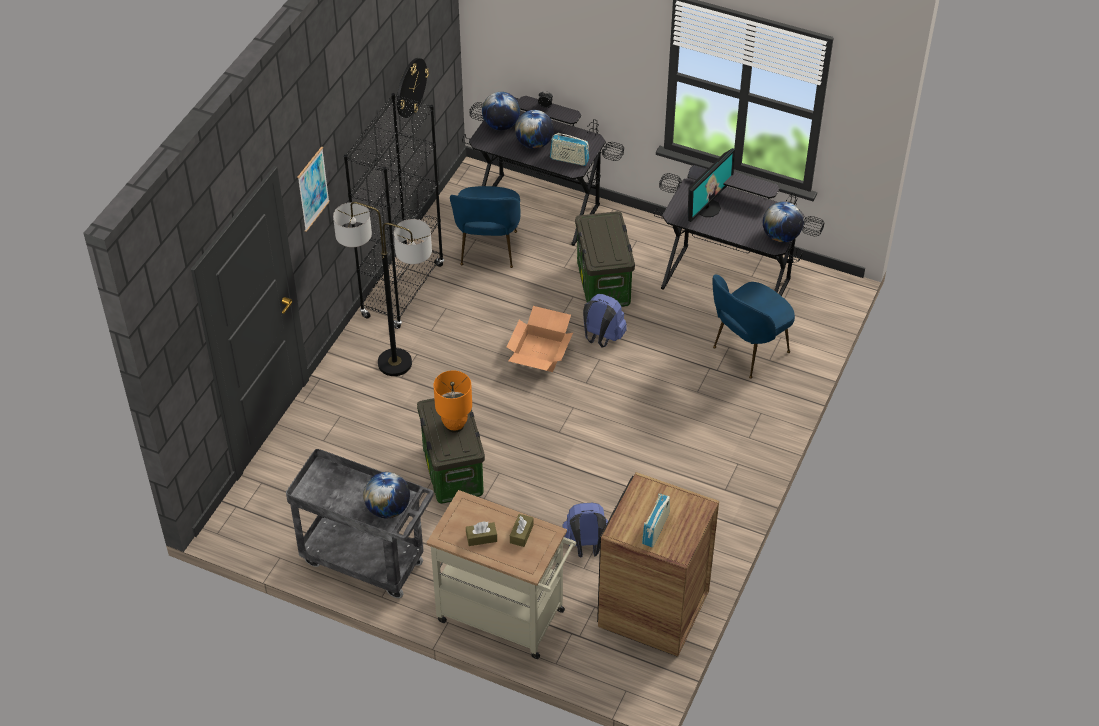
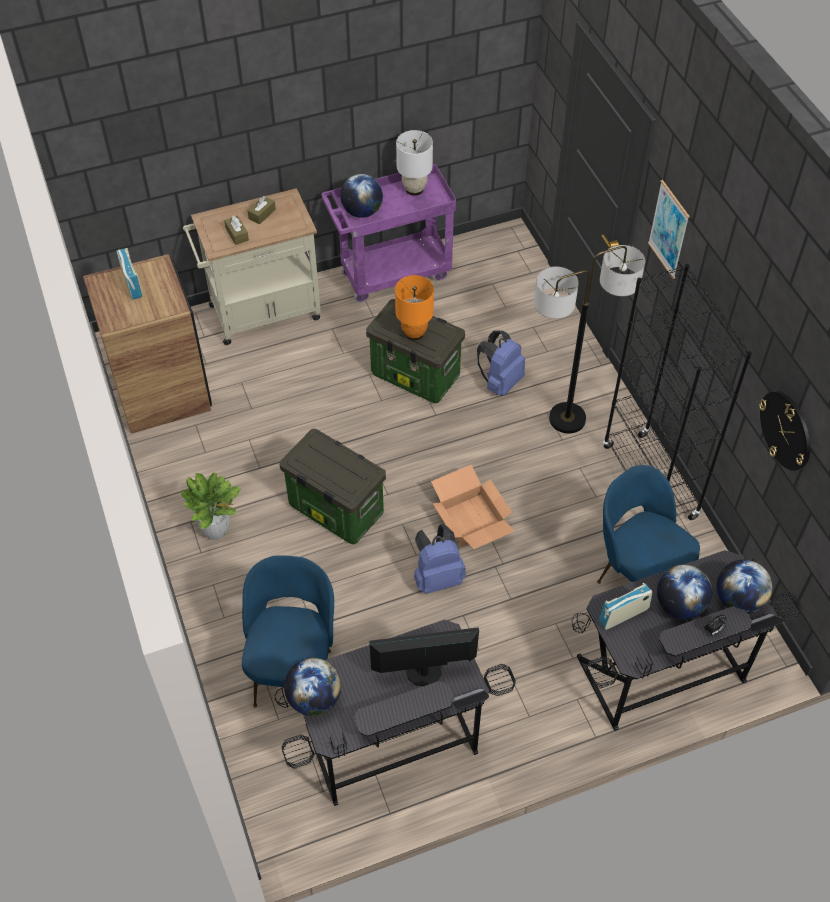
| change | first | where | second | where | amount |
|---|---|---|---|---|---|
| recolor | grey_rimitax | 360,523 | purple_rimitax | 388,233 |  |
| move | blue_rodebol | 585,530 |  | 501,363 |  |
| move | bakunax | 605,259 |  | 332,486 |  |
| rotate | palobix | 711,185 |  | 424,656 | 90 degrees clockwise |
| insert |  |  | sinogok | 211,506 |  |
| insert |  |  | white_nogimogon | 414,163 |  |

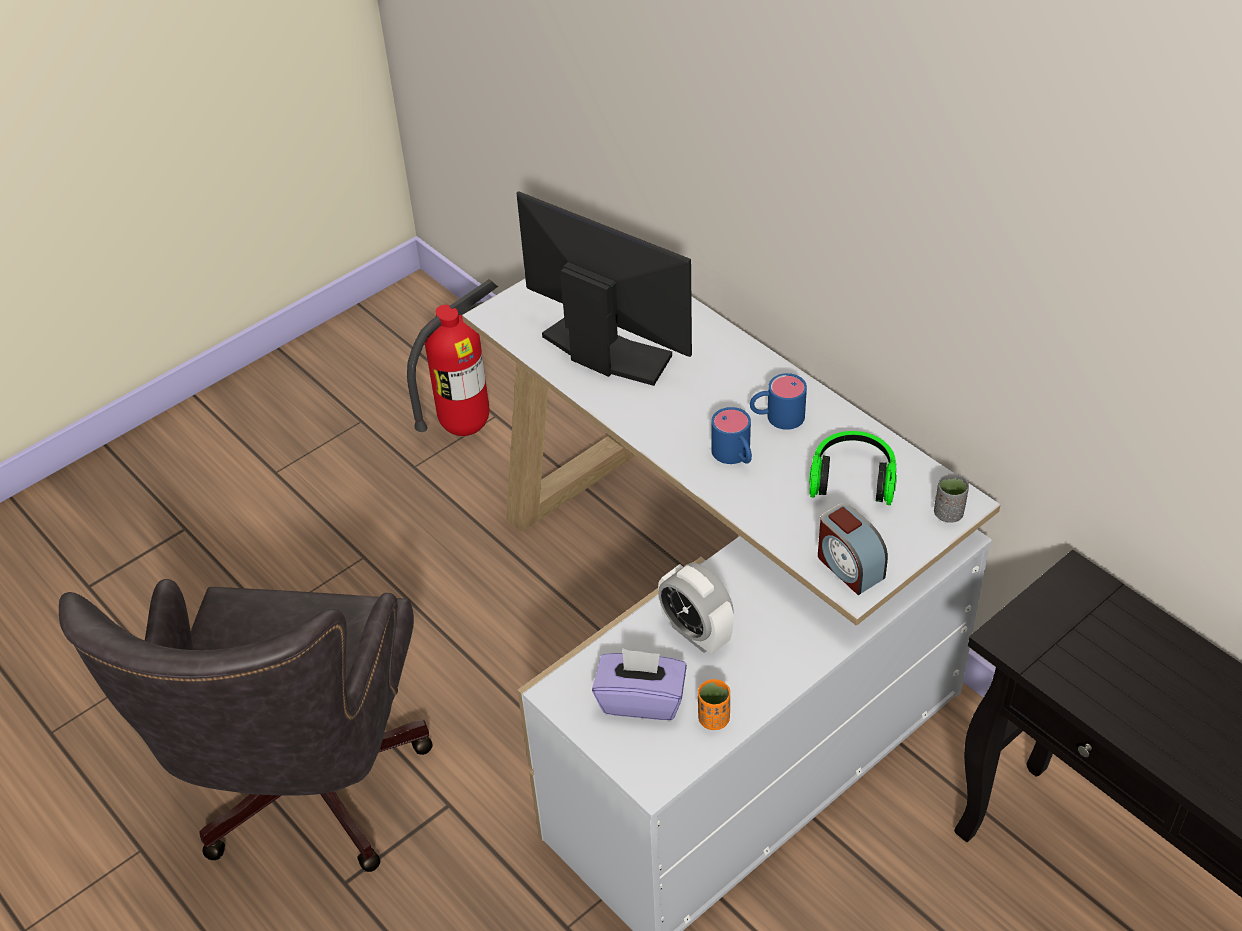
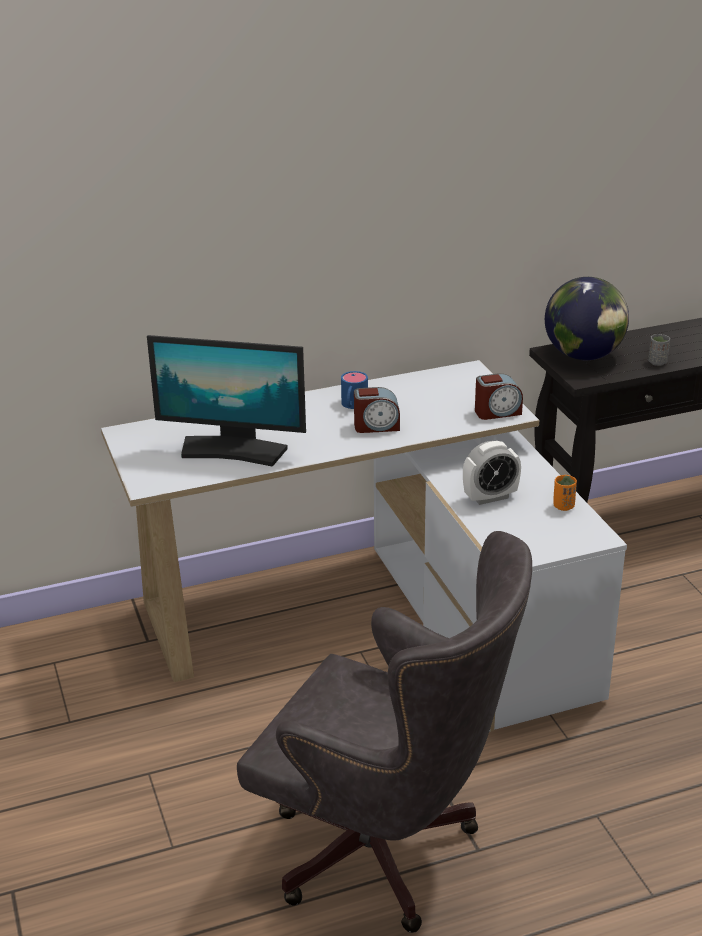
| change | first | where | second | where | amount |
|---|---|---|---|---|---|
| delete | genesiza | 452,357 |  |  |  |
| rotate | palobix | 604,288 |  | 226,401 | 135 degrees counterclockwise |
| delete | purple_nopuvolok | 639,684 |  |  |  |
| replace | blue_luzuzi | 731,435 | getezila | 377,410 |  |
| delete | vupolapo | 853,468 |  |  |  |
| move | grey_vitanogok | 951,498 |  | 659,350 |  |
| insert |  |  | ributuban | 587,318 |  |

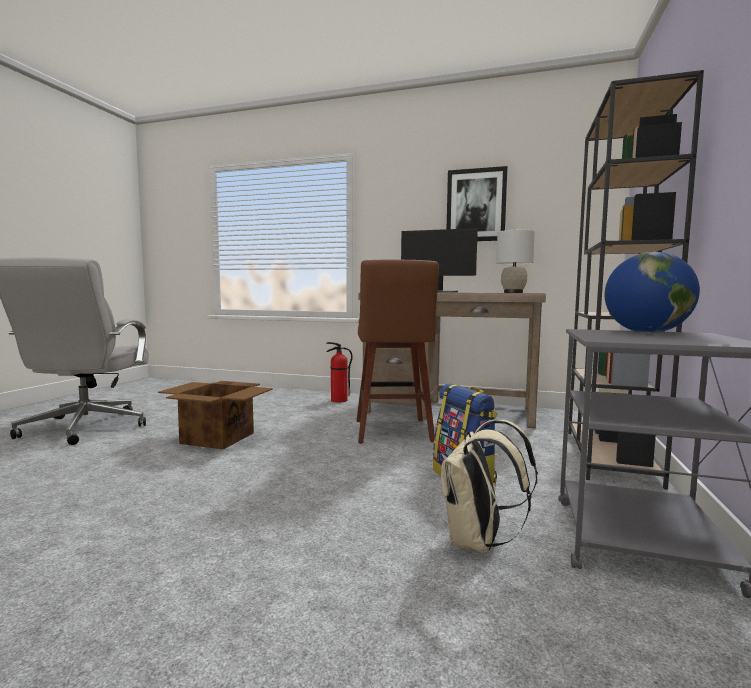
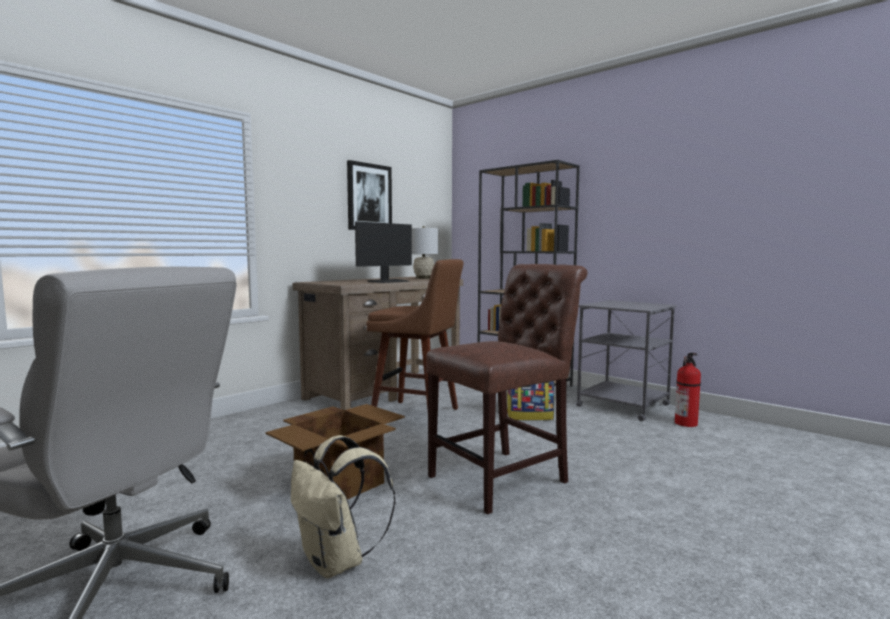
| change | first | where | second | where | amount |
|---|---|---|---|---|---|
| move | genesiza | 339,372 |  | 688,390 |  |
| move | beige_rodebol | 489,486 |  | 343,506 |  |
| delete | ributuban | 652,292 |  |  |  |
| insert |  |  | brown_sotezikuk | 506,389 |  |

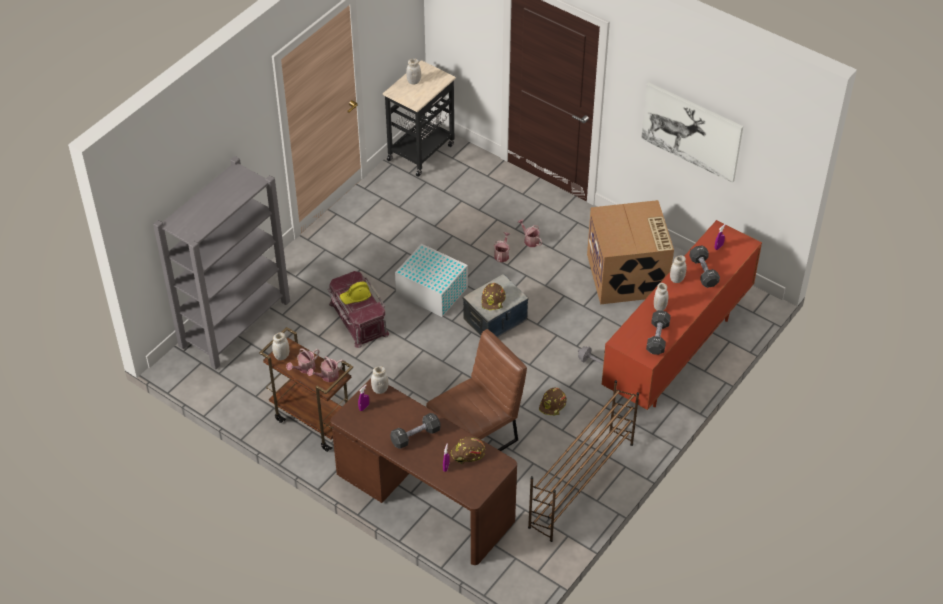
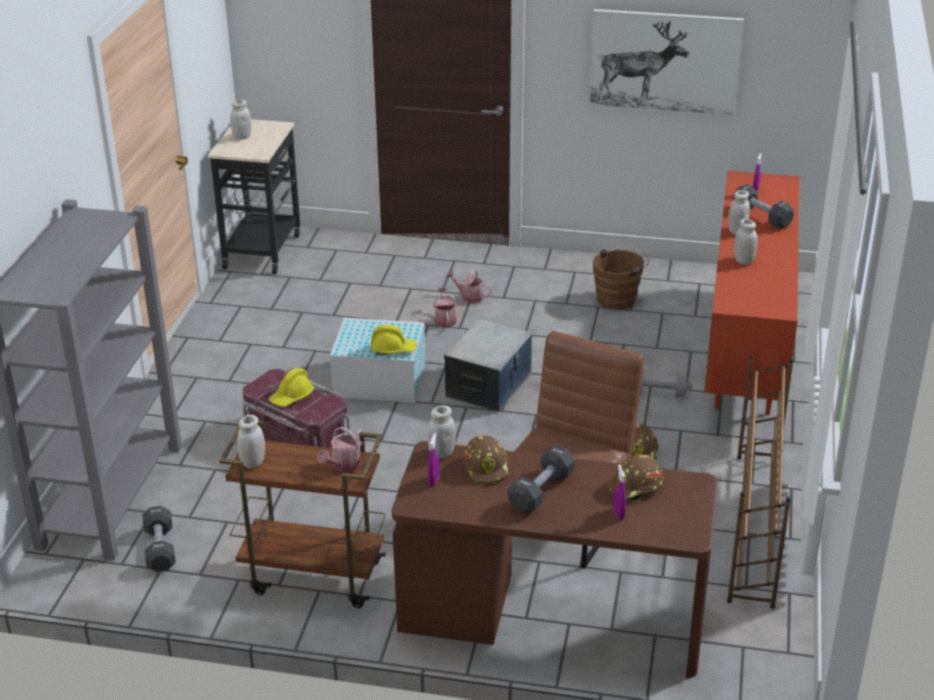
| change | first | where | second | where | amount |
|---|---|---|---|---|---|
| delete | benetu | 303,361 |  |  |  |
| move | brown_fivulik | 494,296 |  | 486,459 |  |
| replace | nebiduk | 630,252 | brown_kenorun | 621,278 |  |
| move | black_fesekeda | 658,332 |  | 159,539 |  |
| insert |  |  | yellow_fivulik | 394,340 |  |

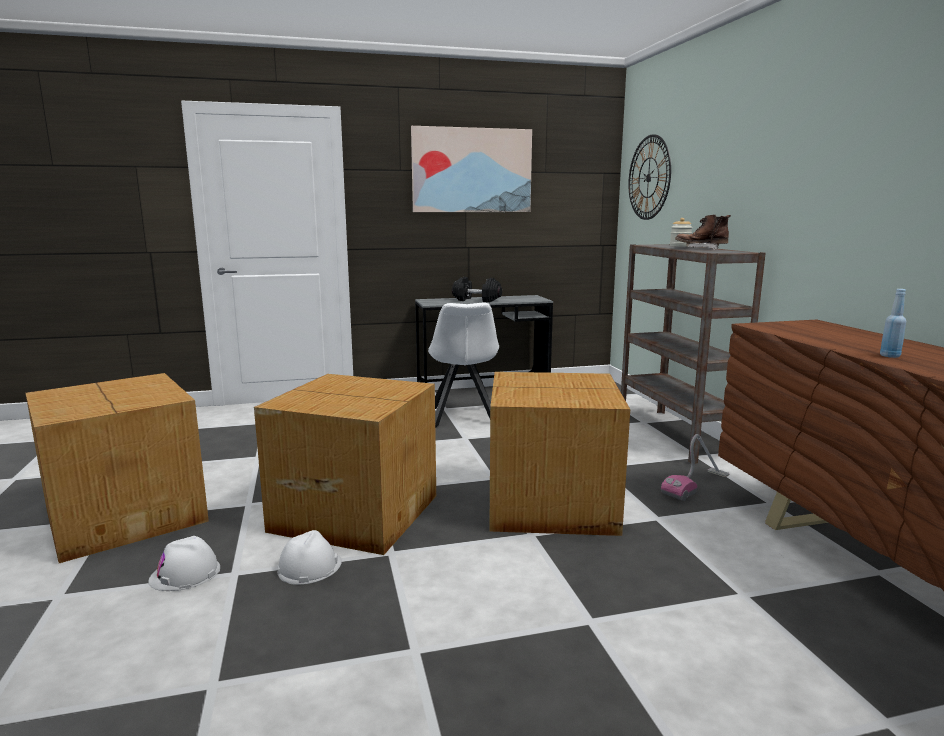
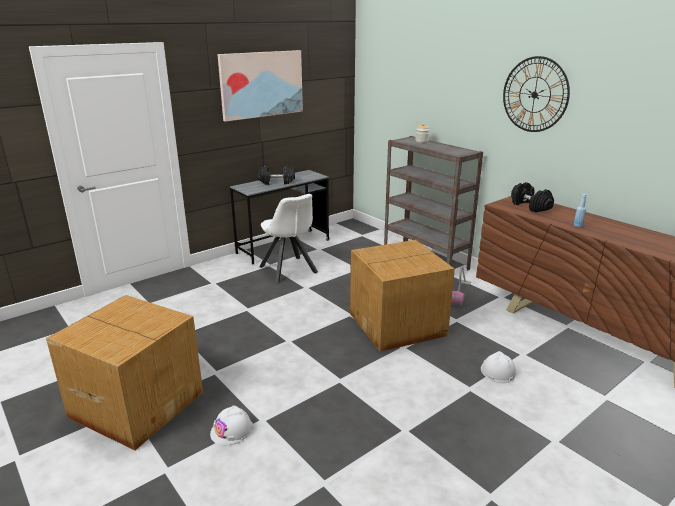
| change | first | where | second | where | amount |
|---|---|---|---|---|---|
| delete | nebiduk | 345,464 |  |  |  |
| move | white_fivulik | 309,557 |  | 498,367 |  |
| move | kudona | 649,177 |  | 536,94 |  |
| delete | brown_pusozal | 703,232 |  |  |  |
| insert |  |  | black_fesekeda | 532,197 |  |

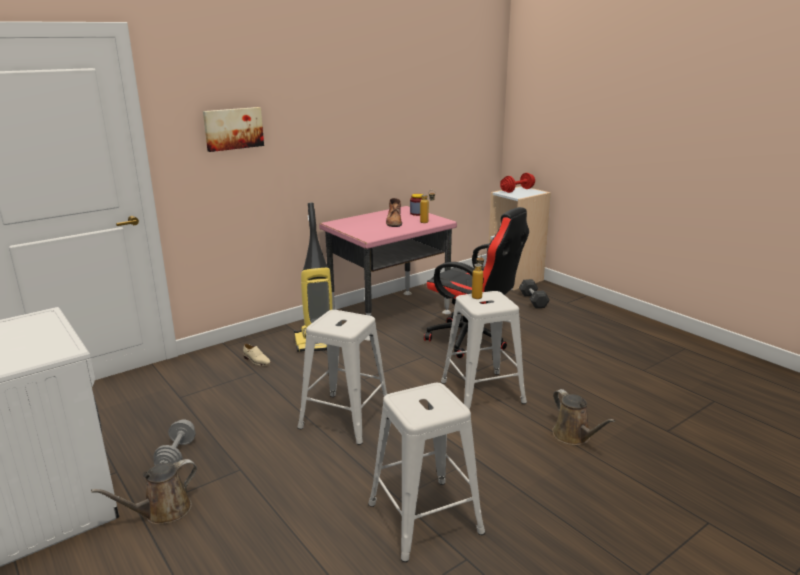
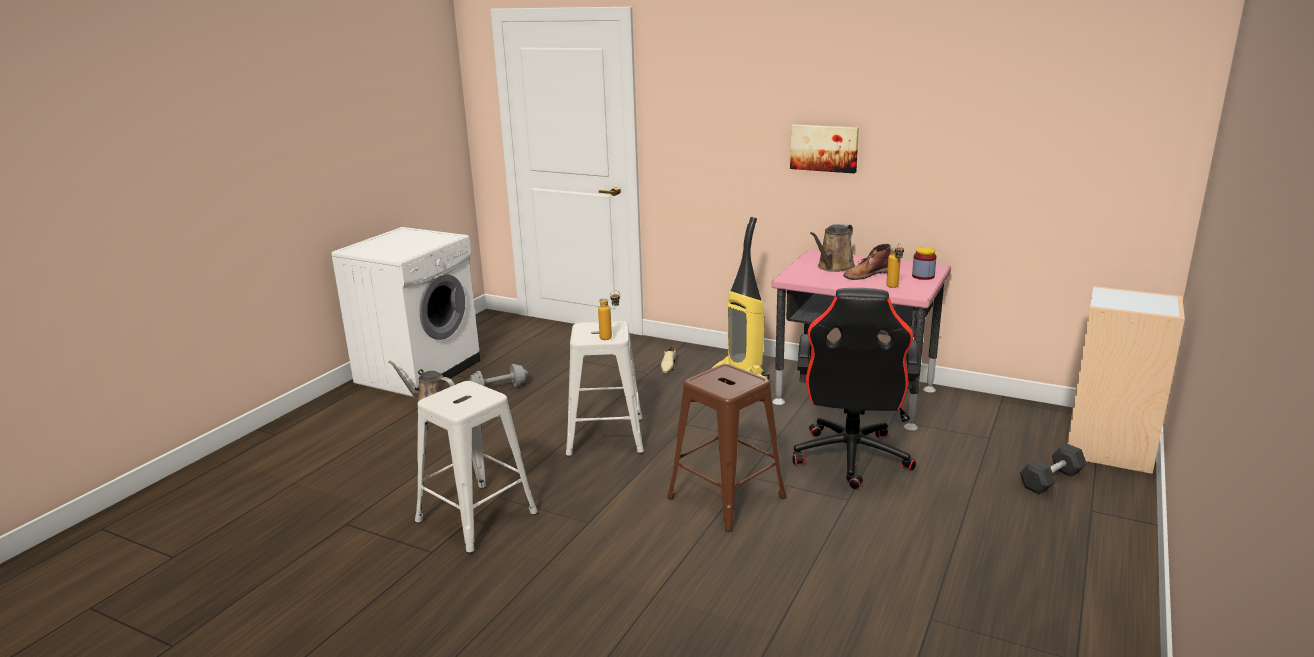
| change | first | where | second | where | amount |
|---|---|---|---|---|---|
| move | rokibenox | 233,129 |  | 824,149 |  |
| recolor | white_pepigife | 484,350 | brown_pepigife | 726,448 |  |
| move | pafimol | 478,276 |  | 609,315 |  |
| delete | red_fesekeda | 517,183 |  |  |  |
| move | brown_benetu | 583,417 |  | 832,248 |  |

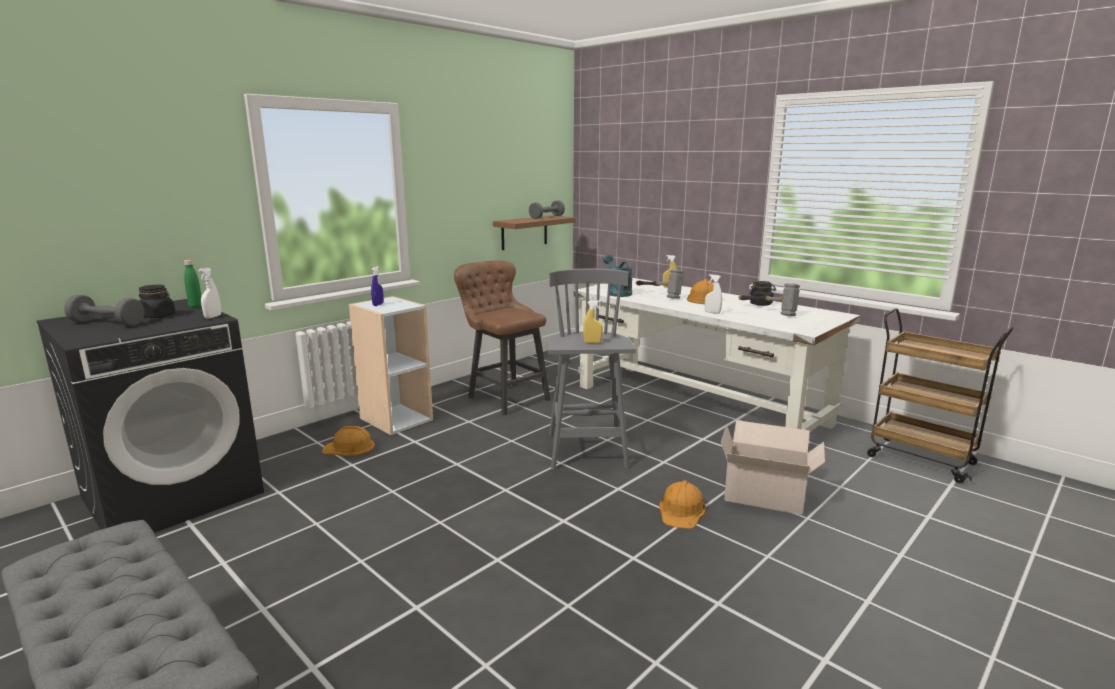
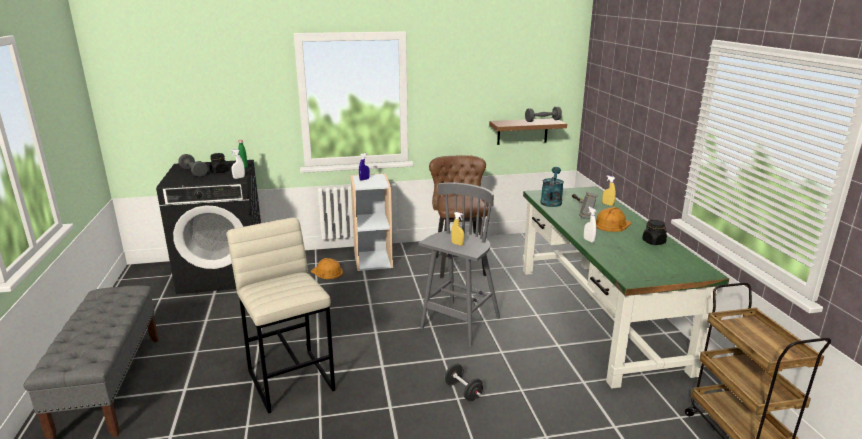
| change | first | where | second | where | amount |
|---|---|---|---|---|---|
| recolor | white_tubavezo | 717,355 | green_tubavezo | 626,287 |  |
| replace | orange_fivulik | 682,504 | black_fesekeda | 463,382 |  |
| delete | nebiduk | 773,467 |  |  |  |
| delete | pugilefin | 769,299 |  |  |  |
| insert |  |  | beige_pepigife | 281,315 |  |

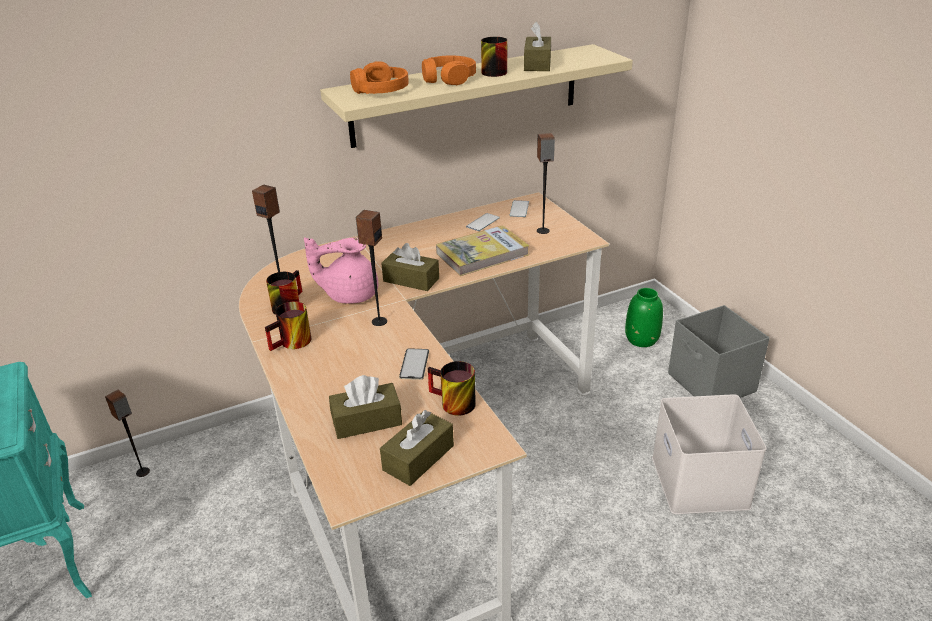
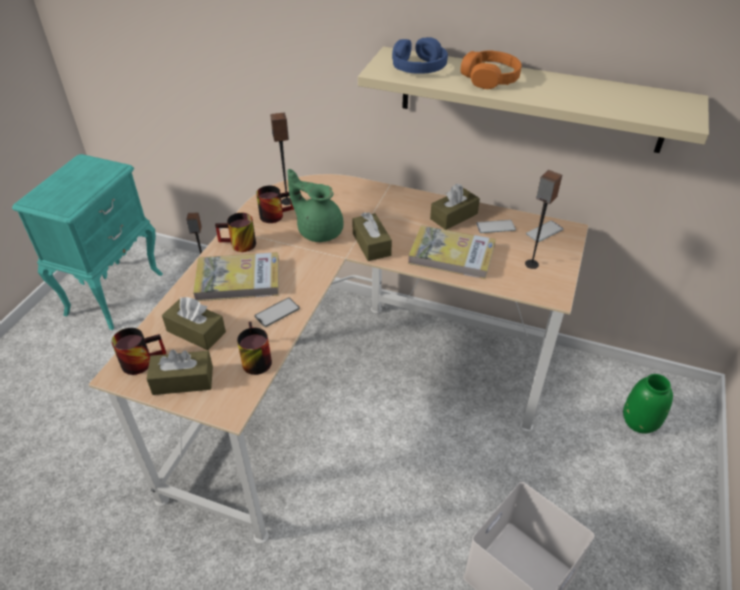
| change | first | where | second | where | amount |
|---|---|---|---|---|---|
| recolor | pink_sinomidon | 341,270 | green_sinomidon | 315,205 |  |
| recolor | orange_vupolapo | 379,77 | blue_vupolapo | 420,55 |  |
| delete | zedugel | 371,268 |  |  |  |
| move | luzuzi | 494,57 |  | 138,351 |  |
| move | brown_nopuvolok | 537,46 |  | 455,207 |  |
| delete | grey_bakunax | 719,351 |  |  |  |
| insert |  |  | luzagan | 236,276 |  |

